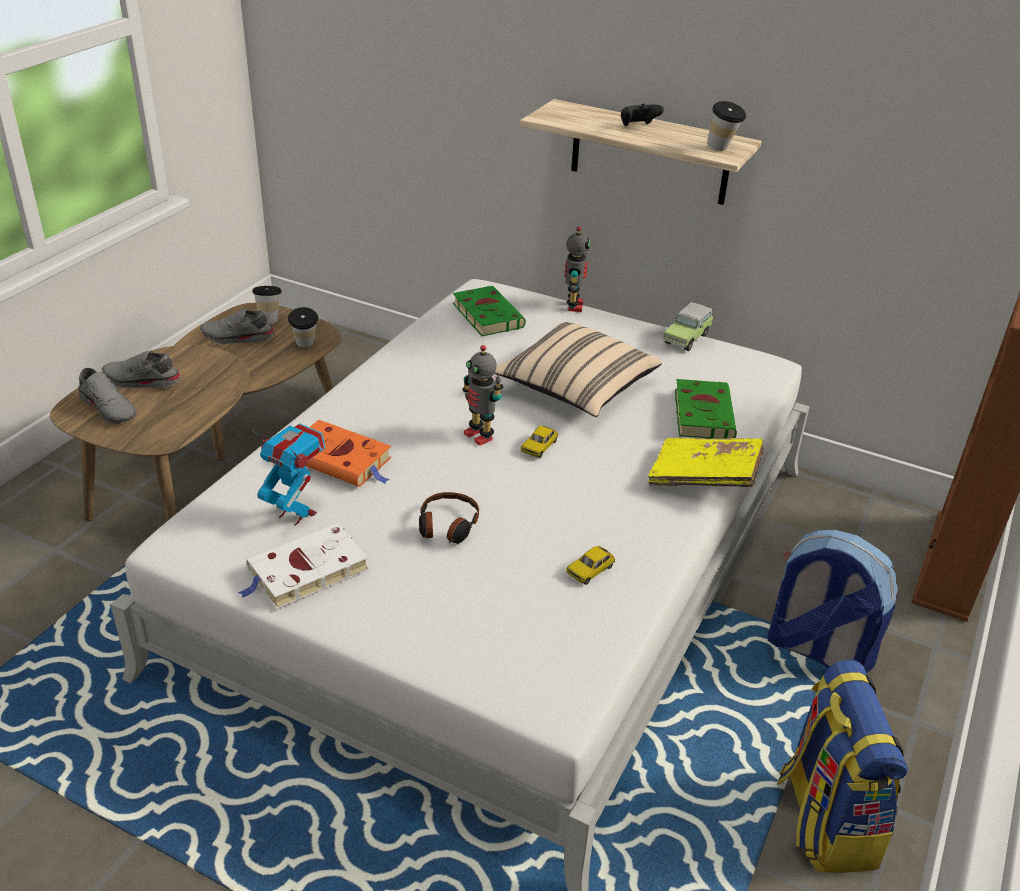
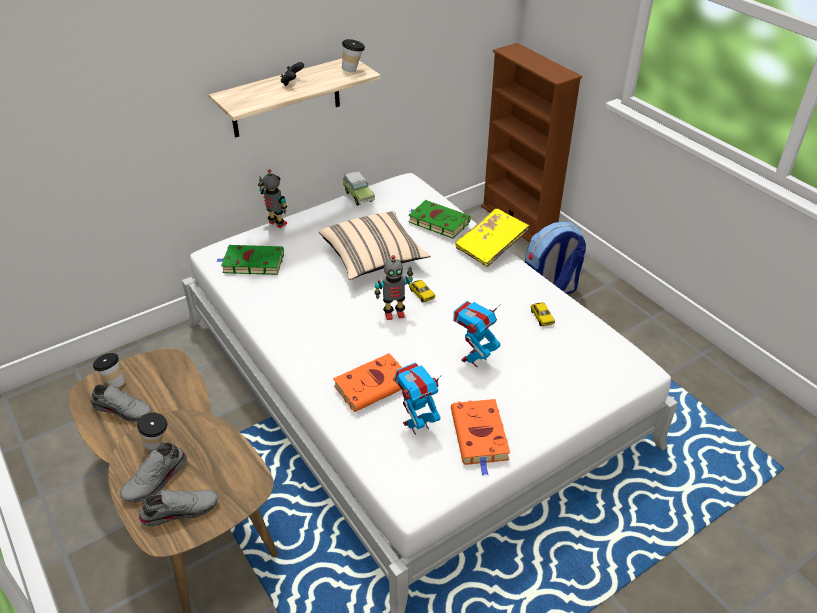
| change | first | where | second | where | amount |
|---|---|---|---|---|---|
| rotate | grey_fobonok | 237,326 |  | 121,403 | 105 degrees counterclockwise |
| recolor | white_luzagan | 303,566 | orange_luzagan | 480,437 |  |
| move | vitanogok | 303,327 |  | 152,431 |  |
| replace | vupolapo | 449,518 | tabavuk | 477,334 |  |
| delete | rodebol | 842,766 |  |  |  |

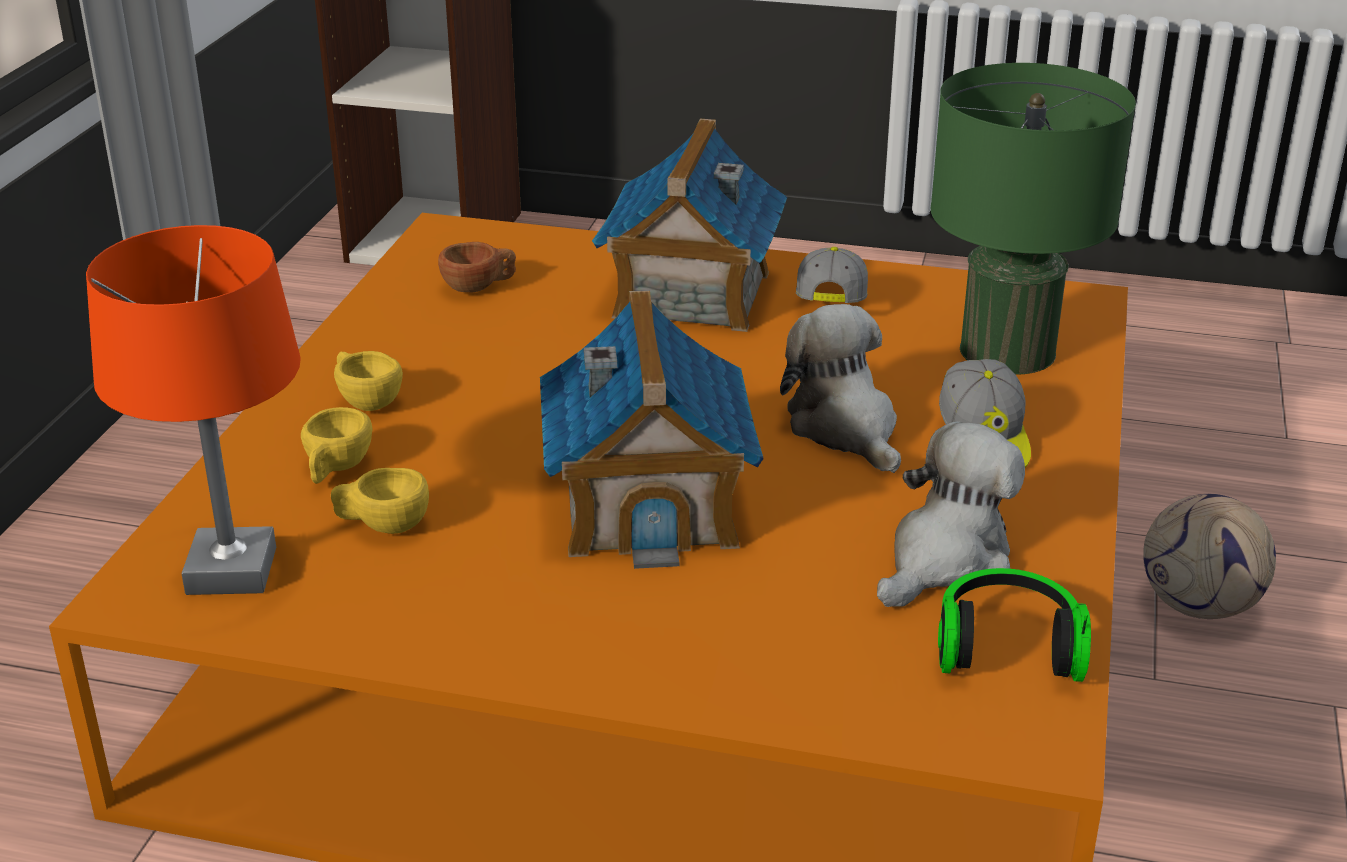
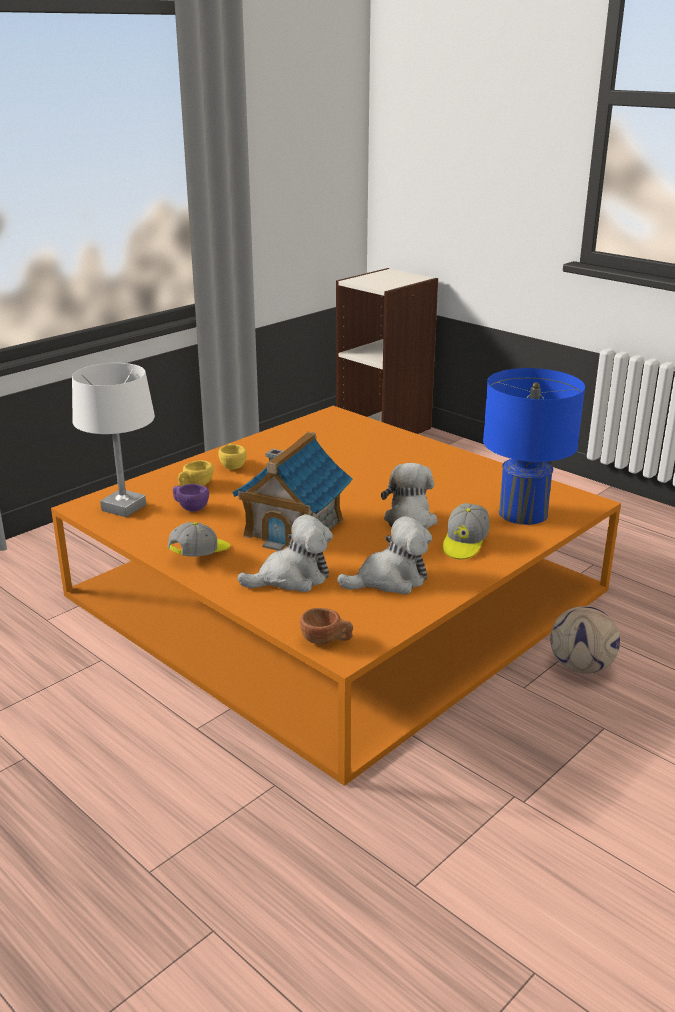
| change | first | where | second | where | amount |
|---|---|---|---|---|---|
| recolor | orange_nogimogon | 193,410 | white_nogimogon | 113,440 |  |
| recolor | yellow_vitanogok | 380,501 | purple_vitanogok | 191,498 |  |
| move | brown_vitanogok | 477,267 |  | 326,626 |  |
| delete | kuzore | 689,225 |  |  |  |
| move | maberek | 832,275 |  | 198,539 |  |
| recolor | green_nogimogon | 1033,219 | blue_nogimogon | 534,446 |  |
| delete | vupolapo | 1014,625 |  |  |  |
| insert |  |  | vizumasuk | 285,553 |  |

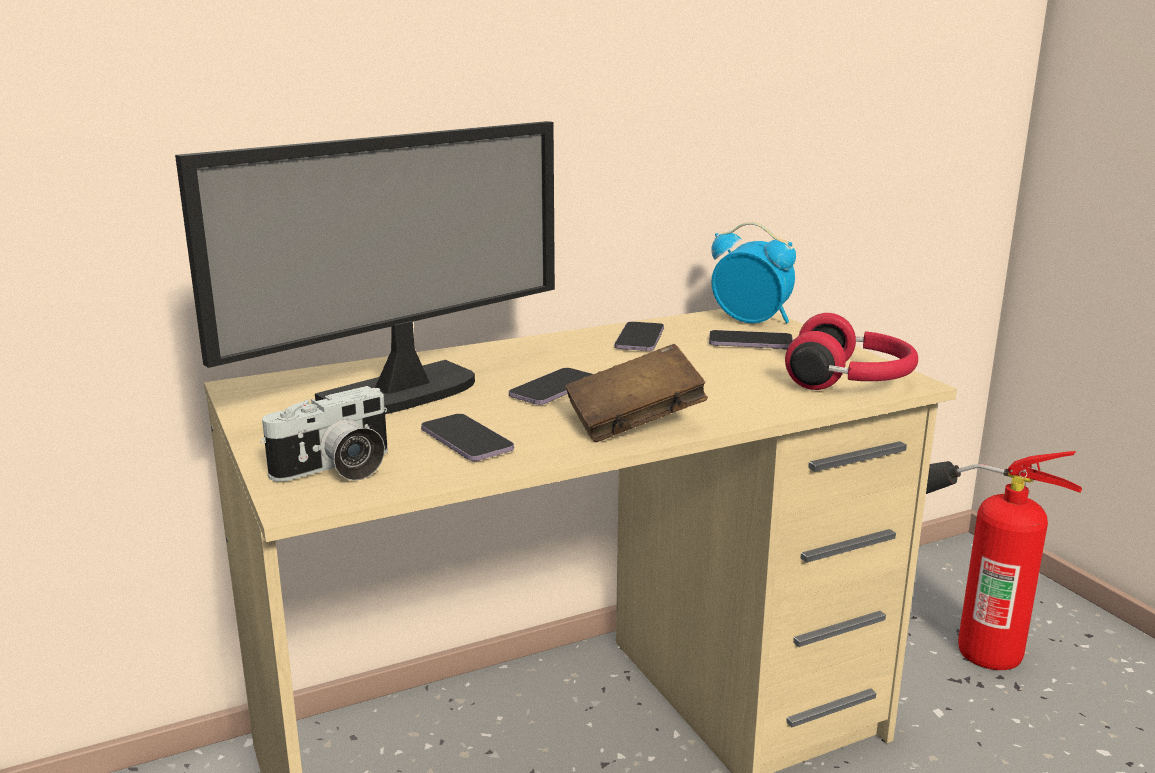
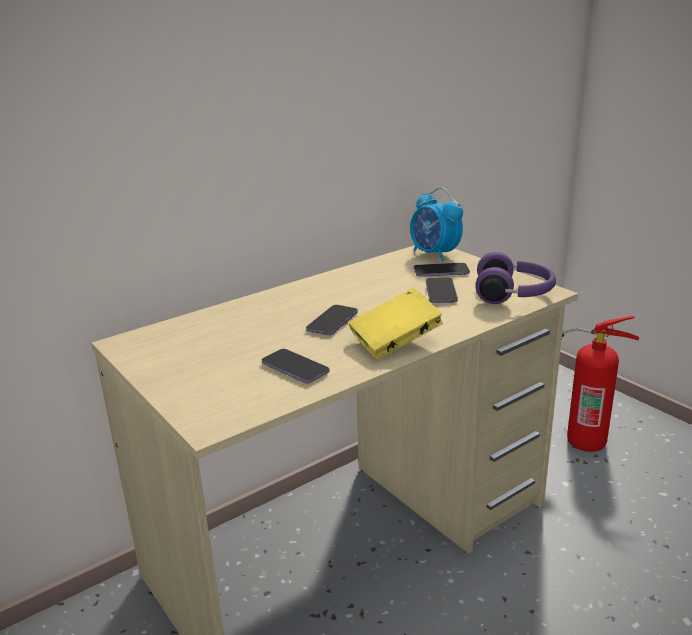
| change | first | where | second | where | amount |
|---|---|---|---|---|---|
| delete | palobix | 365,267 |  |  |  |
| delete | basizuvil | 324,434 |  |  |  |
| recolor | brown_luzagan | 637,393 | yellow_luzagan | 396,323 |  |
| move | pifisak | 639,336 |  | 442,290 |  |
| rotate | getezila | 753,273 |  | 436,224 | 150 degrees counterclockwise |
| recolor | red_vupolapo | 851,351 | purple_vupolapo | 515,278 |  |

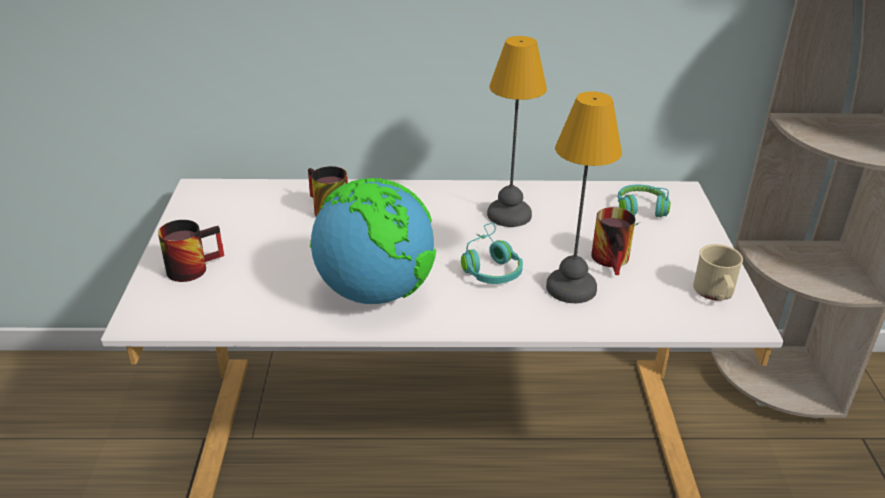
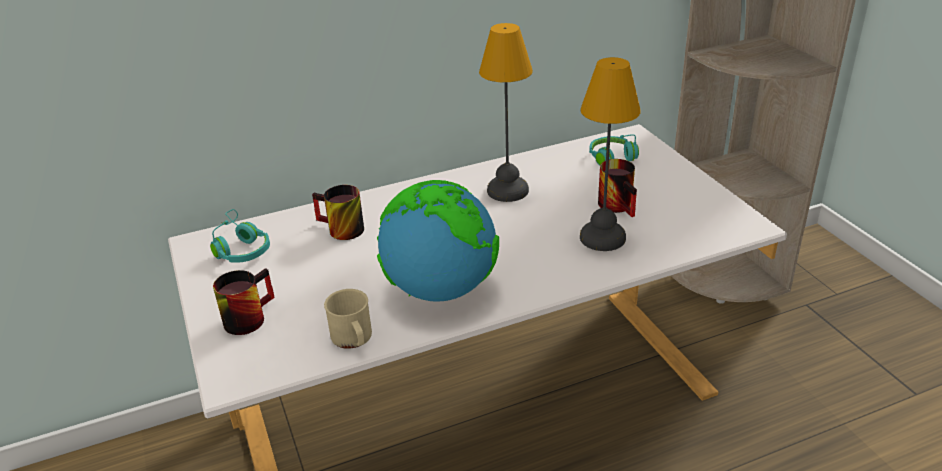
| change | first | where | second | where | amount |
|---|---|---|---|---|---|
| move | turquoise_vupolapo | 492,253 |  | 240,236 |  |
| move | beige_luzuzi | 718,272 |  | 348,319 |  |

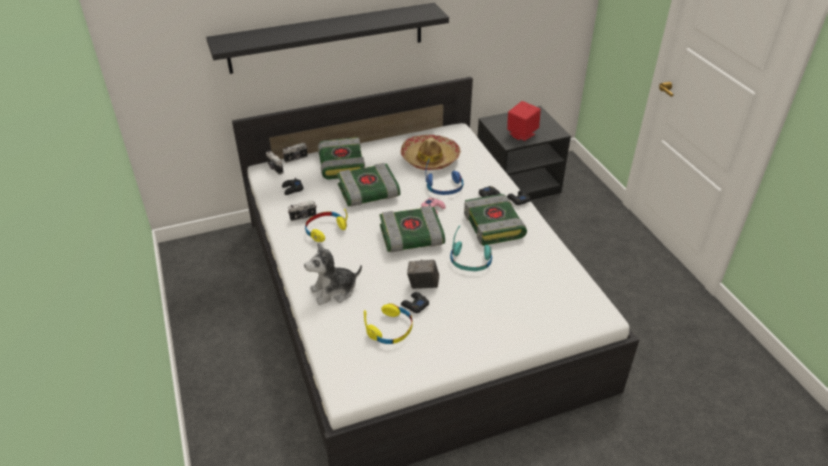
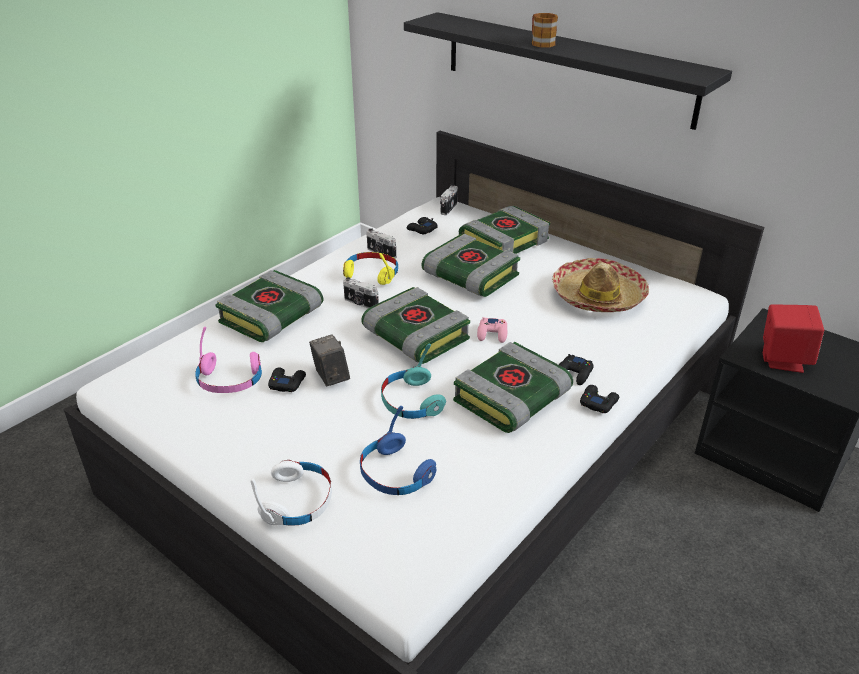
| change | first | where | second | where | amount |
|---|---|---|---|---|---|
| move | basizuvil | 295,153 |  | 361,292 |  |
| replace | vizumasuk | 333,274 | luzagan | 269,306 |  |
| recolor | yellow_vupolapo | 388,323 | pink_vupolapo | 228,360 |  |
| move | blue_vupolapo | 444,177 |  | 398,450 |  |
| insert |  |  | white_vupolapo | 291,492 |  |
| insert |  |  | luzuzi | 545,30 |  |

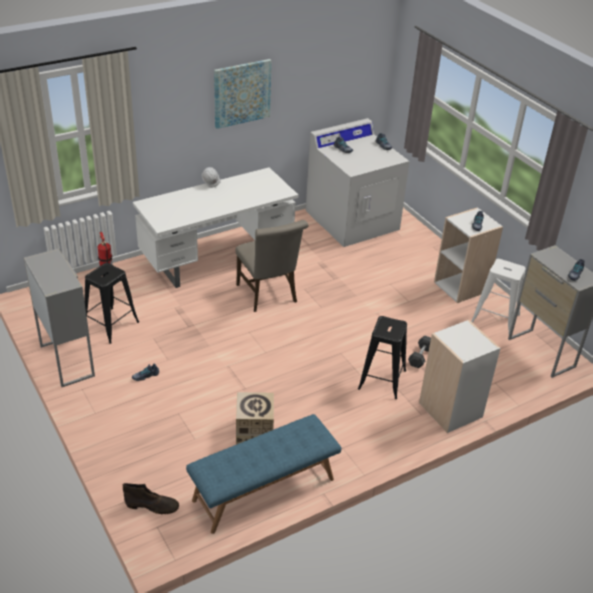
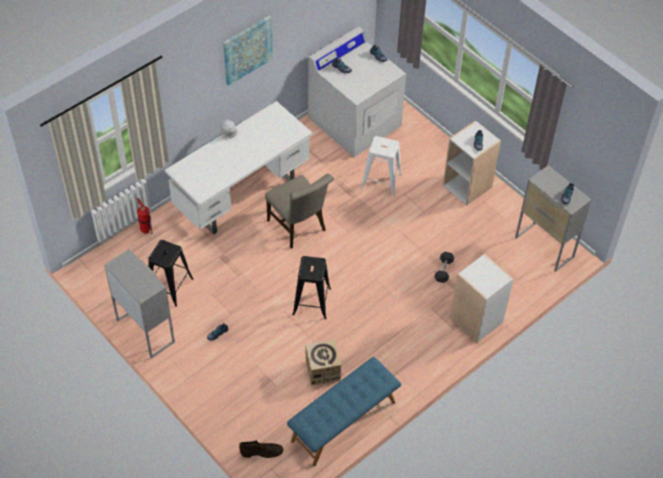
| change | first | where | second | where | amount |
|---|---|---|---|---|---|
| move | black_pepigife | 382,357 |  | 311,287 |  |
| move | white_pepigife | 498,297 |  | 381,166 |  |

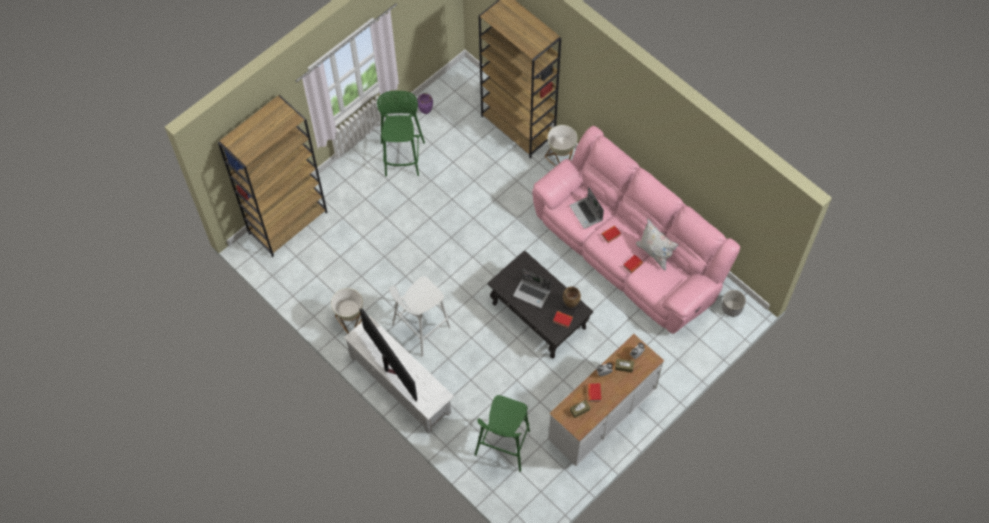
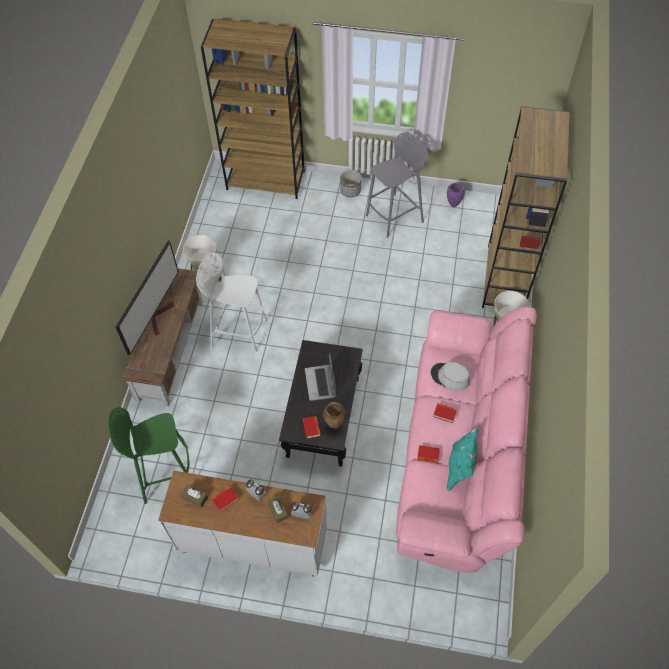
| change | first | where | second | where | amount |
|---|---|---|---|---|---|
| recolor | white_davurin | 399,374 | brown_davurin | 163,337 |  |
| recolor | green_pepigife | 401,133 | grey_pepigife | 397,185 |  |
| replace | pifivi | 587,208 | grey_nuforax | 450,376 |  |
| recolor | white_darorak | 657,245 | turquoise_darorak | 462,458 |  |
| move | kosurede | 734,303 |  | 351,183 |  |

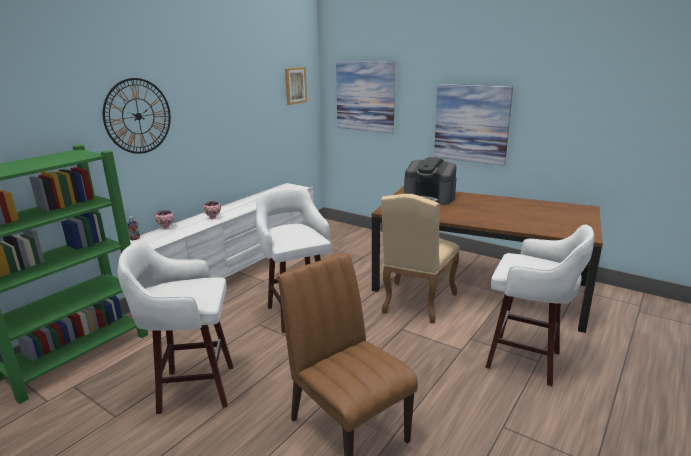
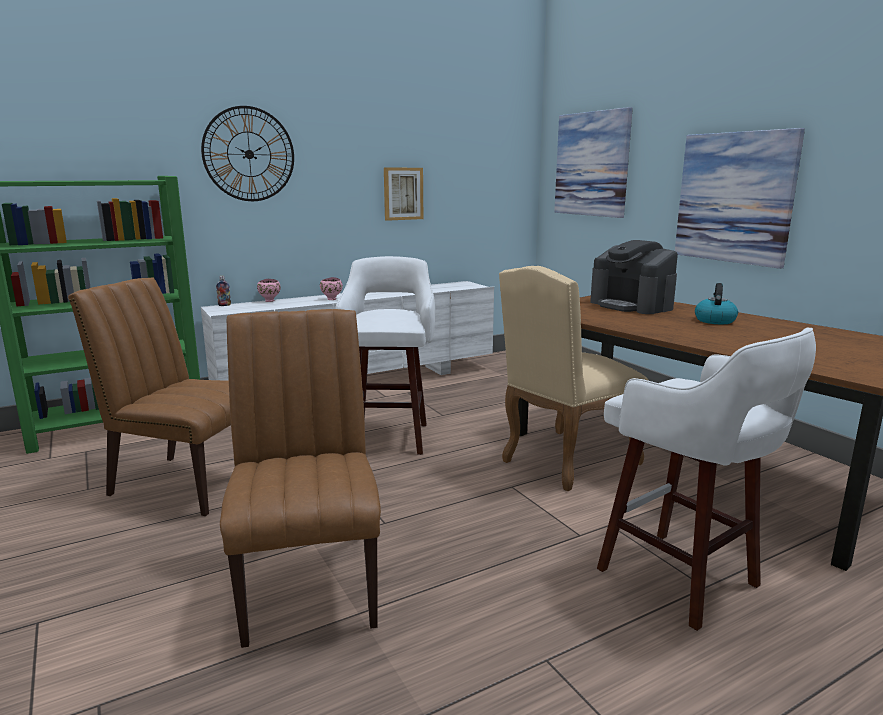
| change | first | where | second | where | amount |
|---|---|---|---|---|---|
| replace | white_pepigife | 175,327 | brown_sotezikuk | 149,396 |  |
| move | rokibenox | 296,86 |  | 403,194 |  |
| insert |  |  | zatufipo | 716,303 |  |

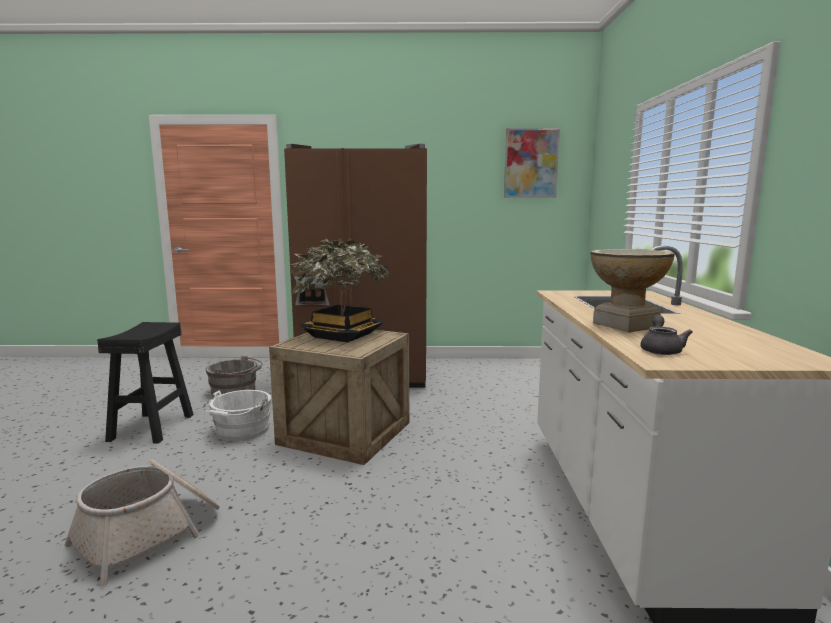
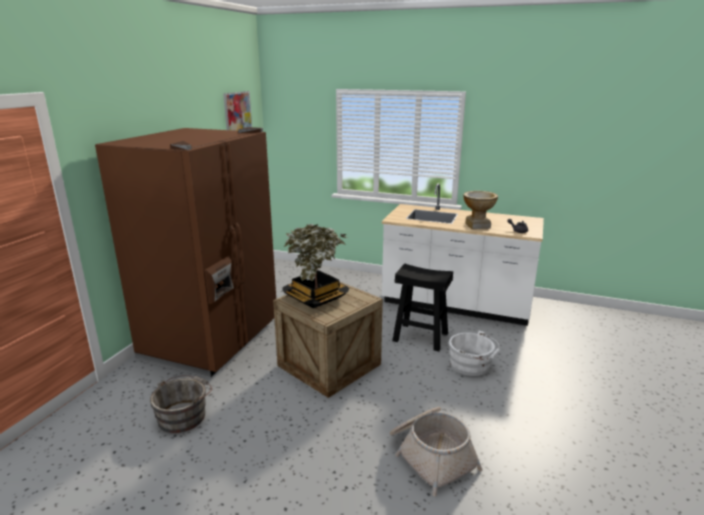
| change | first | where | second | where | amount |
|---|---|---|---|---|---|
| move | black_pepigife | 145,383 |  | 422,307 |  |
| move | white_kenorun | 237,415 |  | 474,353 |  |

